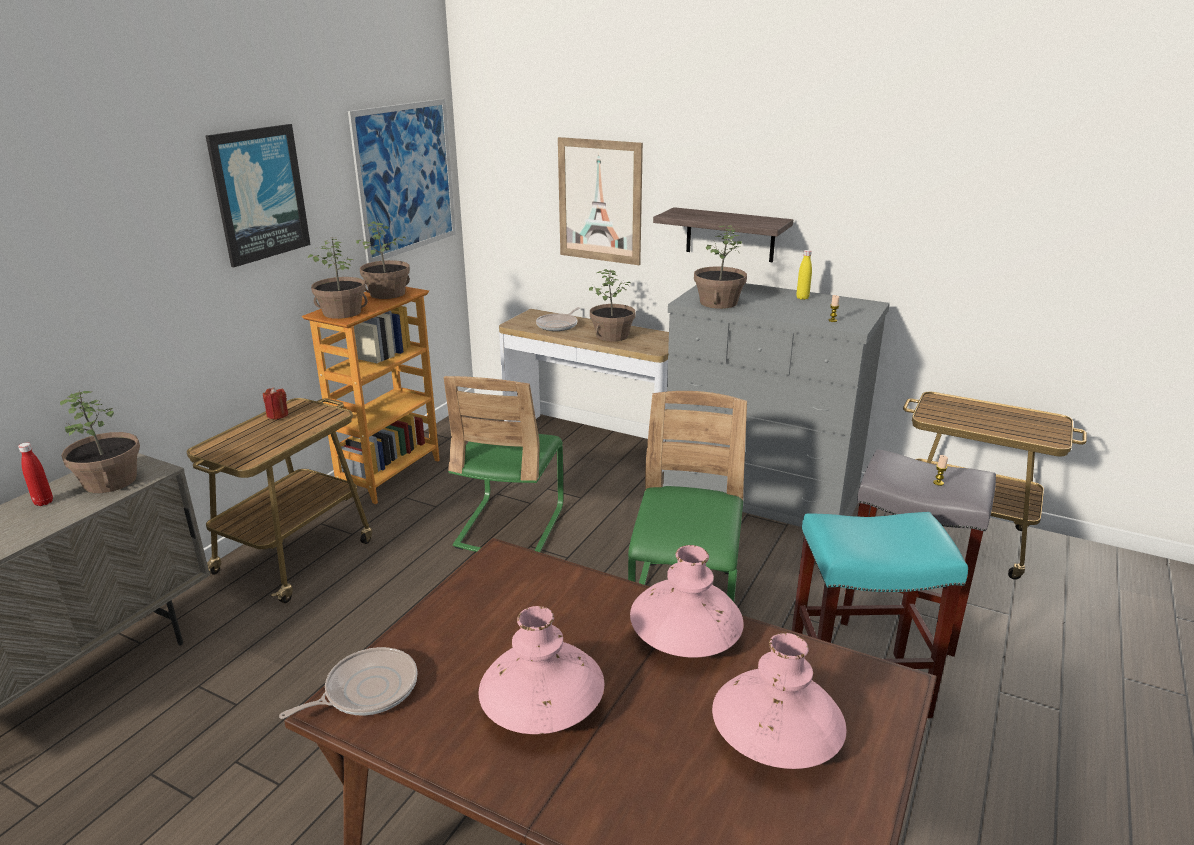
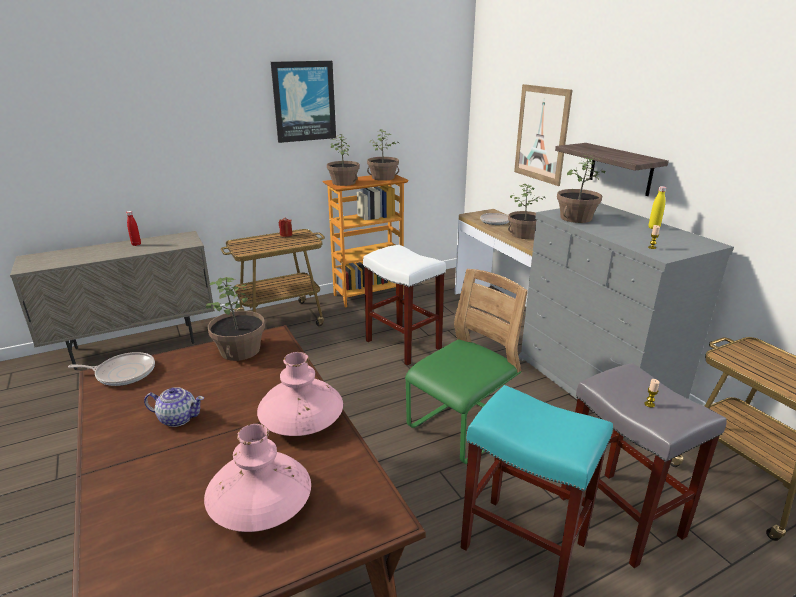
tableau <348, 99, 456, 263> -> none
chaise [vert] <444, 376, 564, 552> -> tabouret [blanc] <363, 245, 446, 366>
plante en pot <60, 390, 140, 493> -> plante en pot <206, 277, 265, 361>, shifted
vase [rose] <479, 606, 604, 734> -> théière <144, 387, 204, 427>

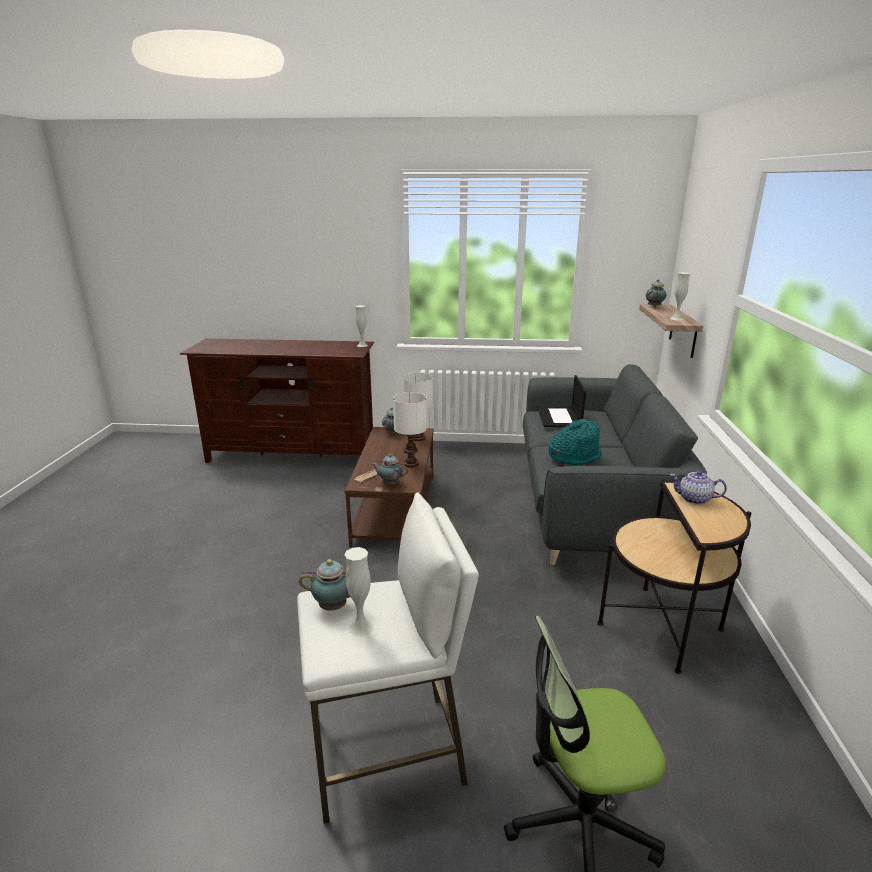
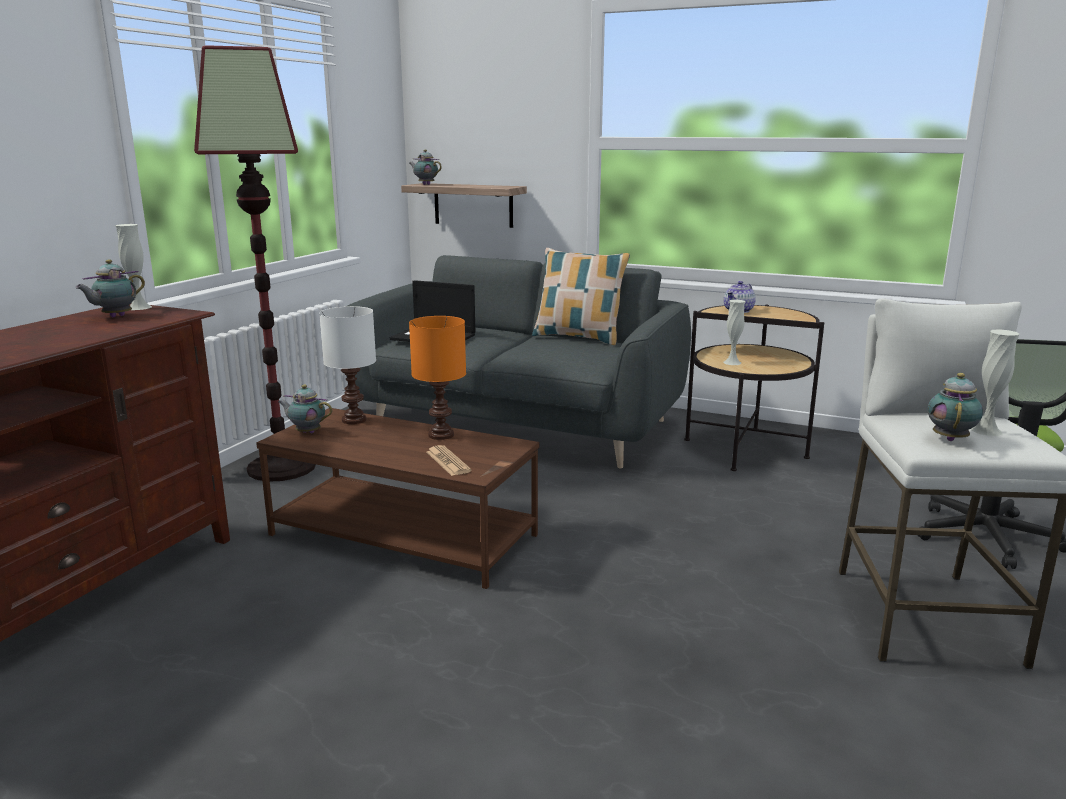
vase [blanc] <670, 272, 690, 321> -> vase [blanc] <723, 300, 746, 365>, shifted
lampe de table [blanc] <393, 392, 427, 468> -> lampe de table [orange] <409, 316, 466, 440>
chapeau [turquoise] <549, 419, 602, 465> -> none
théière <372, 454, 409, 485> -> théière <75, 259, 145, 317>, shifted
none -> lampadaire <194, 45, 316, 481>
none -> coussin <532, 248, 630, 345>

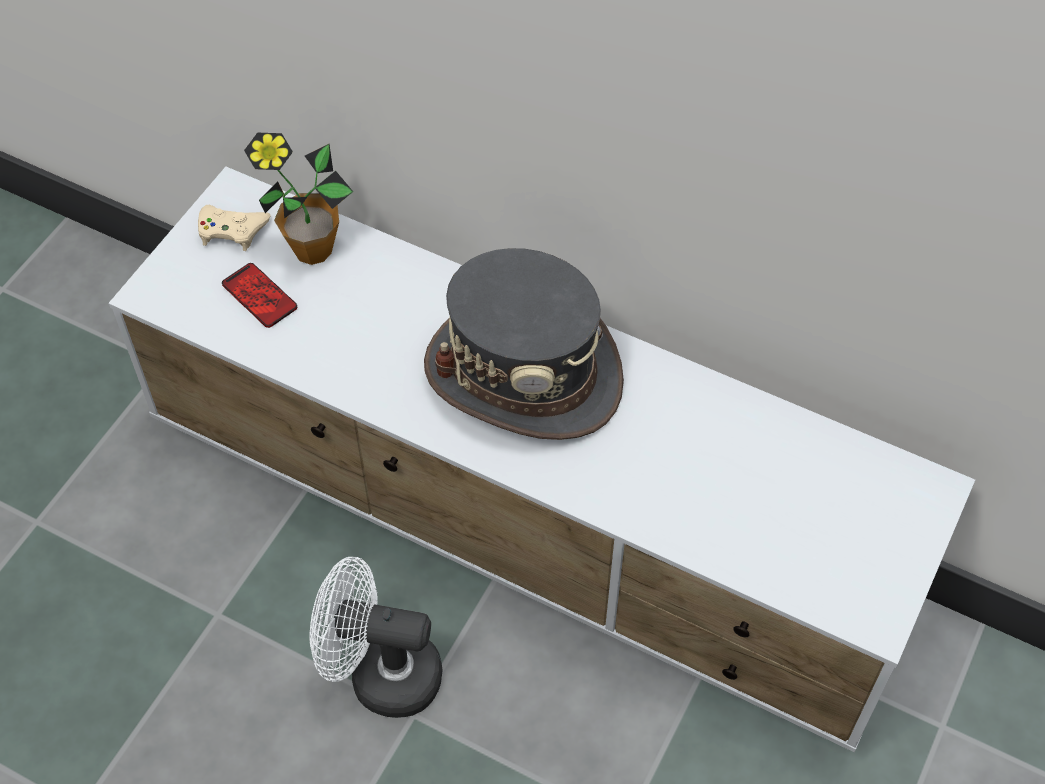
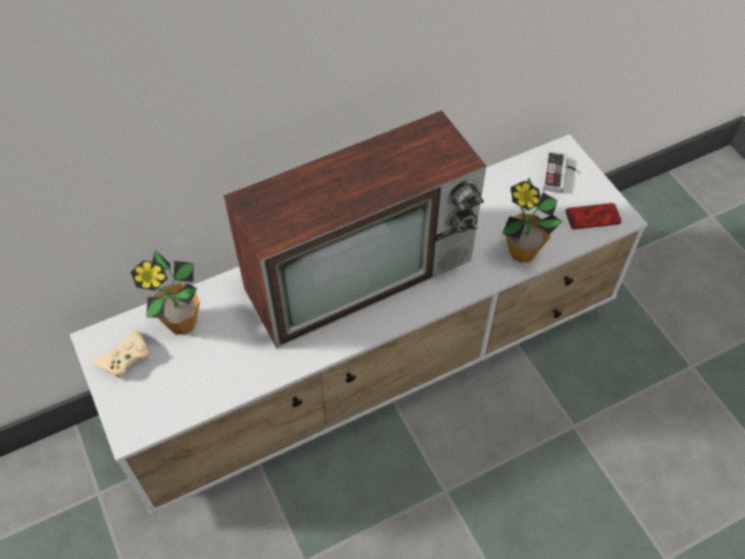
chapeau [gris] <424, 248, 624, 440> -> téléviseur <224, 110, 486, 348>
téléphone <222, 263, 297, 328> -> téléphone <565, 203, 621, 230>, shifted
ventilateur [blanc] <309, 557, 443, 718> -> none
none -> manette <543, 152, 576, 193>
none -> plante en pot <502, 178, 562, 263>

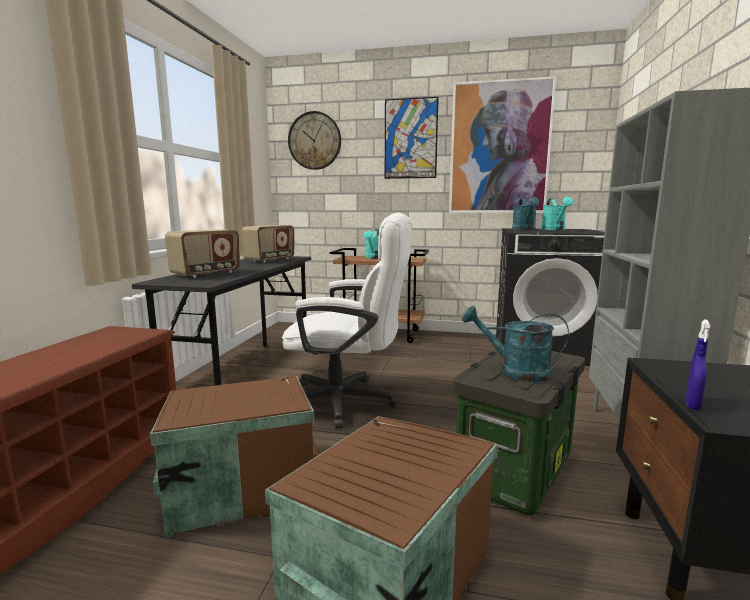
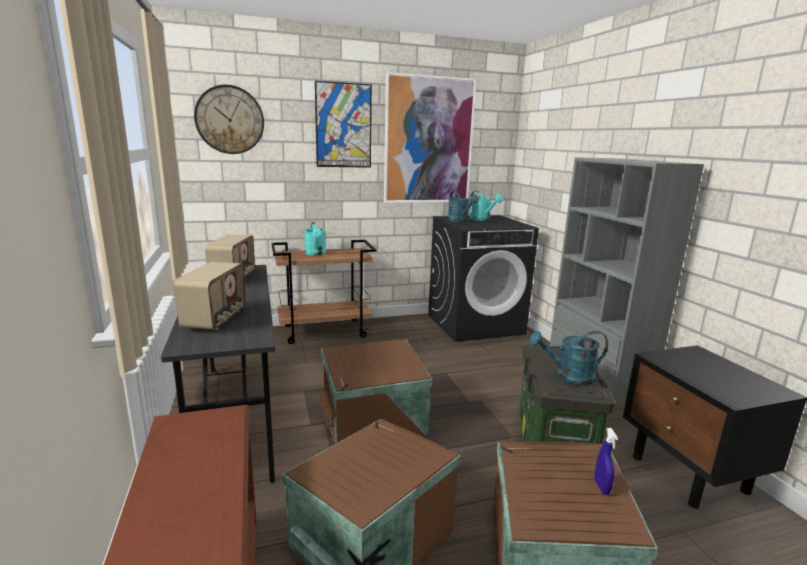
chaise de bureau [blanc] <282, 212, 412, 429> -> boîte de rangement [marron] <320, 339, 432, 444>
vaporisateur [bleu] <685, 320, 710, 410> -> vaporisateur [bleu] <594, 428, 618, 495>, shifted

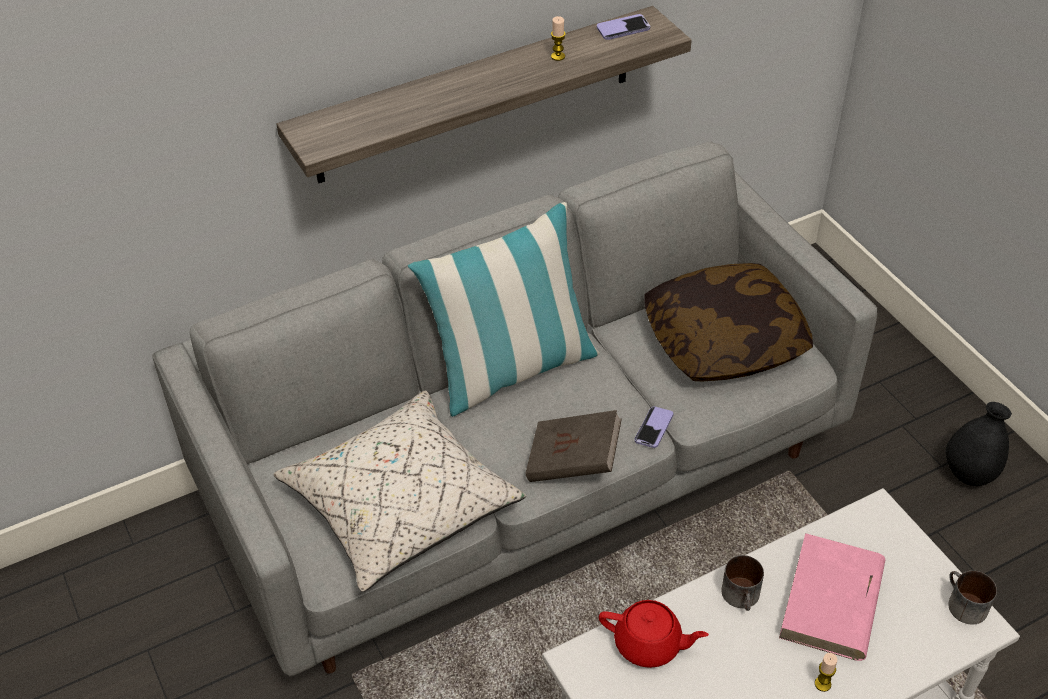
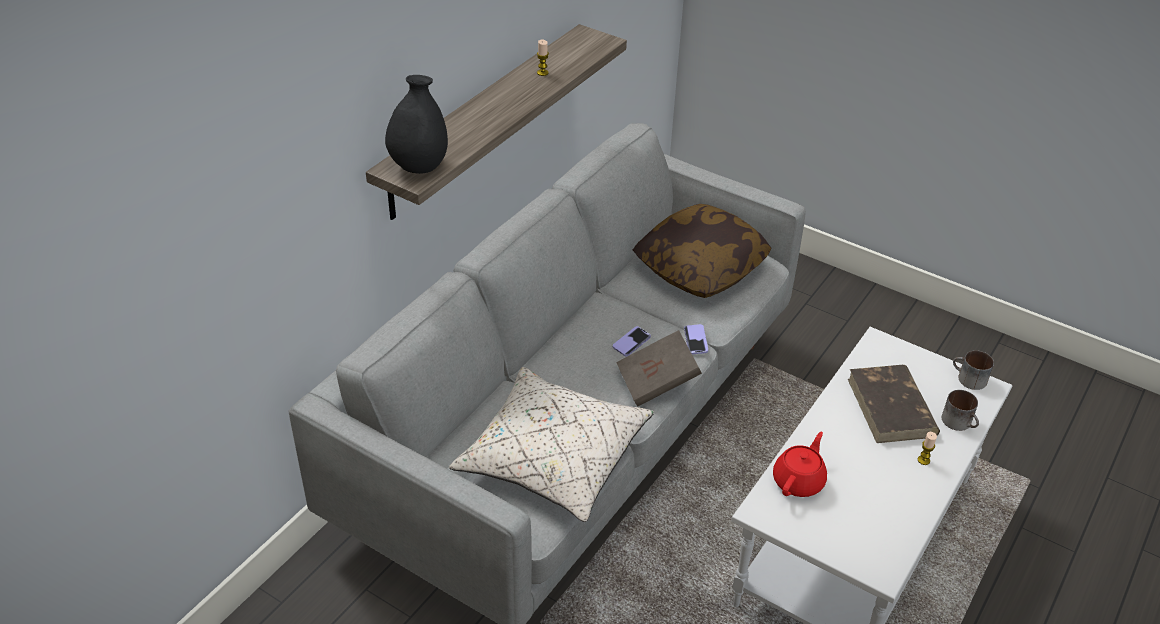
téléphone <597, 14, 650, 40> -> téléphone <613, 326, 651, 356>, shifted
coussin <408, 202, 600, 417> -> none
vase [noir] <946, 402, 1012, 486> -> vase [noir] <385, 75, 448, 174>, shifted
livre [rose] <779, 533, 885, 661> -> livre [marron] <848, 365, 940, 443>
mug <721, 555, 764, 611> -> mug <942, 390, 979, 431>, shifted
théière [rouge] <599, 600, 709, 668> -> théière [rouge] <773, 432, 827, 497>, 45 degrees counterclockwise

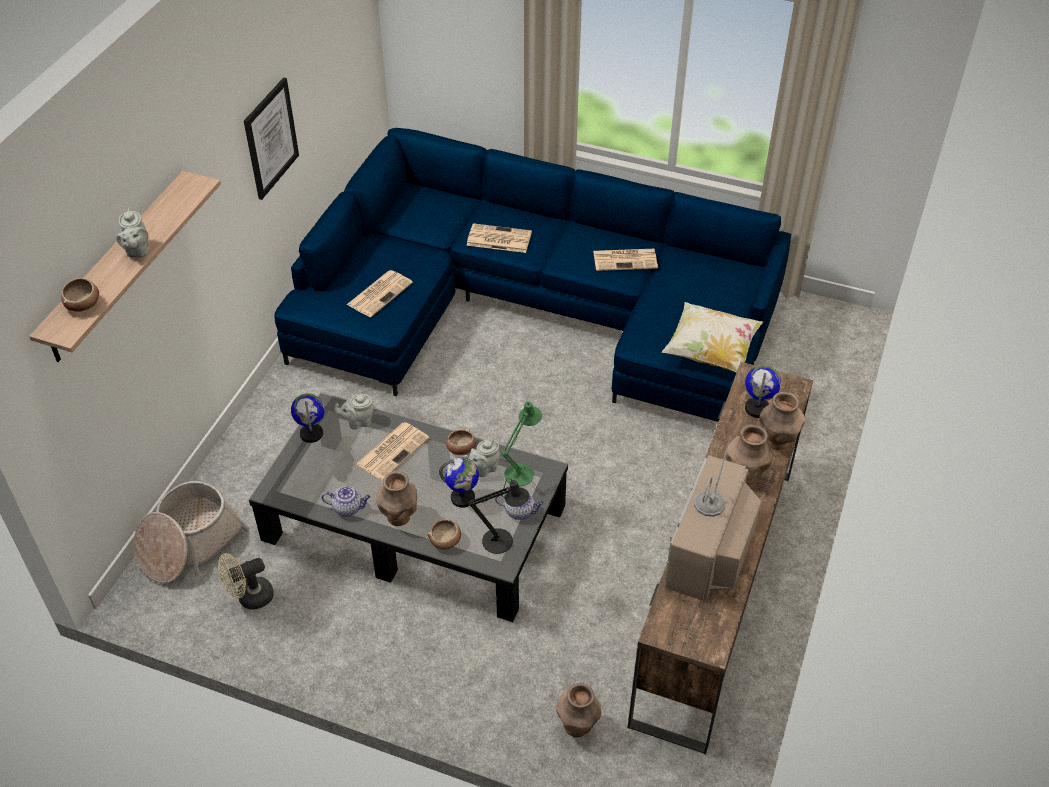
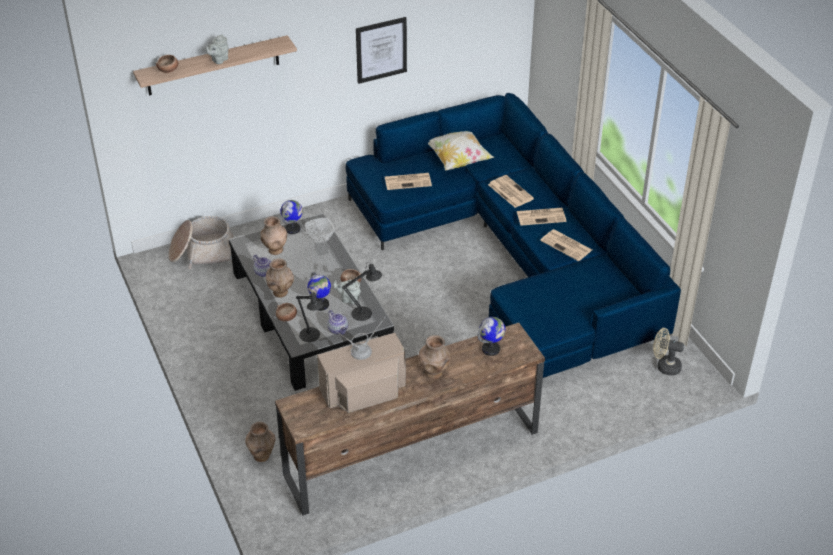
coussin <661, 302, 763, 373> -> coussin <428, 131, 494, 170>, shifted
vase [marron] <759, 392, 805, 450> -> vase [marron] <260, 216, 287, 255>, shifted
théière [gris] <334, 394, 374, 429> -> bol <305, 218, 334, 243>
lampe de table [vert] <502, 401, 542, 486> -> lampe de table [noir] <342, 262, 382, 321>
journal <356, 422, 429, 481> -> journal <517, 208, 566, 226>, shifted
ventilateur [beige] <218, 553, 274, 609> -> ventilateur [beige] <653, 328, 684, 376>, shifted

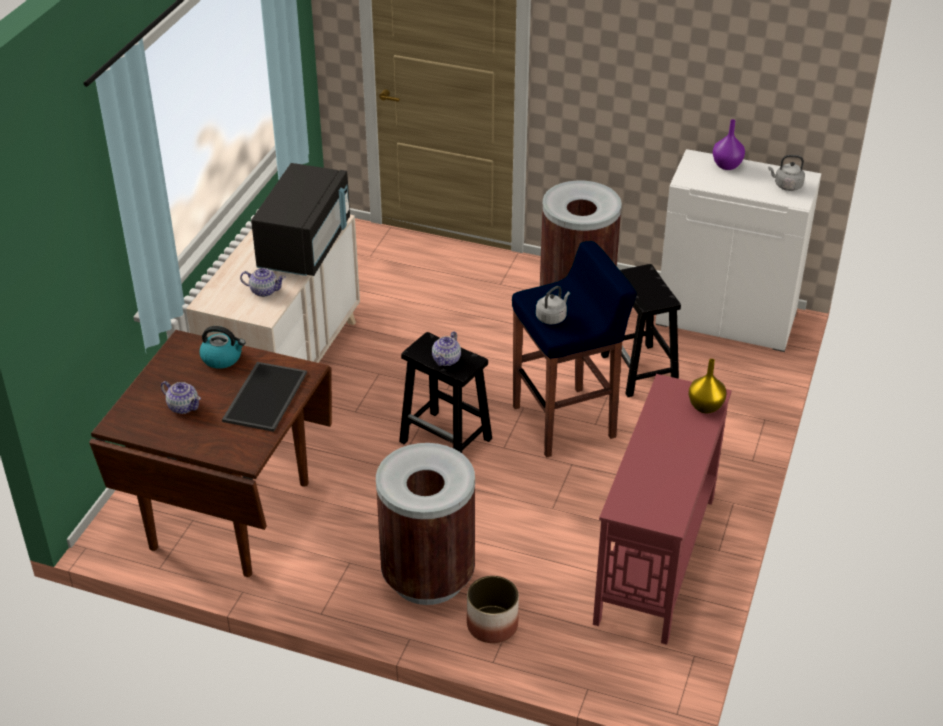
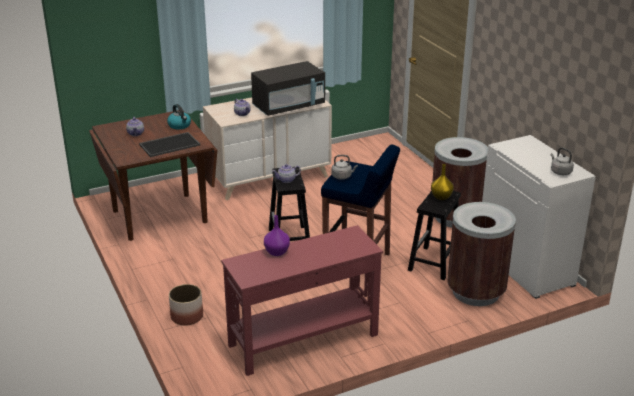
vase [violet] <713, 119, 745, 170> -> vase [violet] <264, 215, 290, 256>, shifted
vase [jaune] <688, 359, 726, 414> -> vase [jaune] <431, 164, 454, 200>, shifted
poubelle [marron] <376, 443, 475, 605> -> poubelle [marron] <447, 202, 516, 306>, shifted

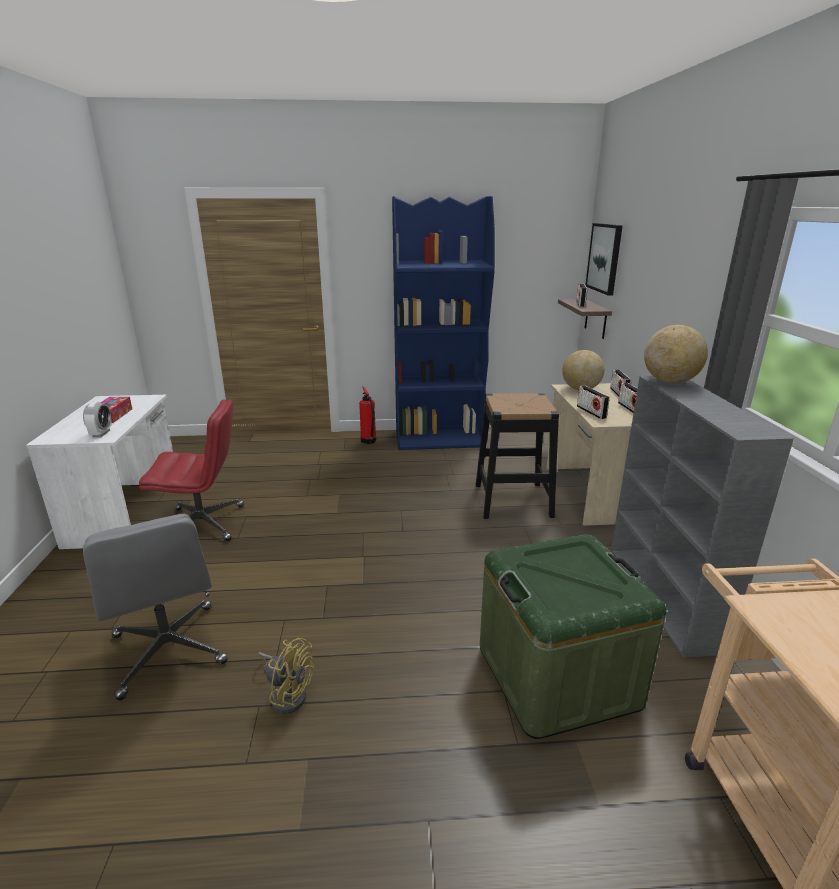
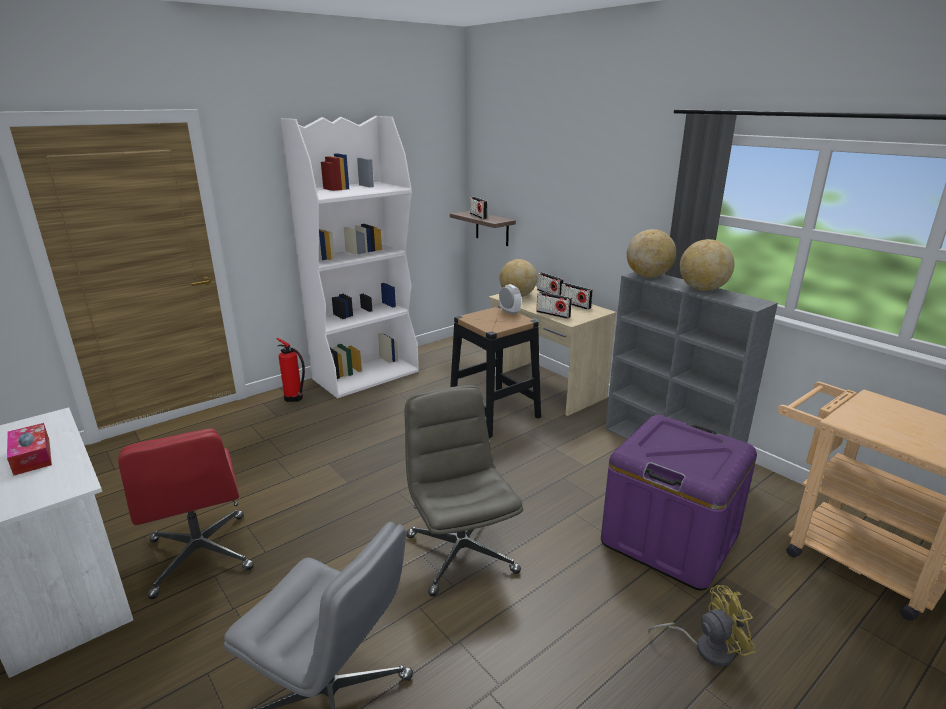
bibliothèque [bleu] <392, 196, 495, 450> -> bibliothèque [blanc] <281, 116, 419, 399>
tableau <586, 223, 623, 296> -> none
chaise de bureau [rouge] <139, 399, 244, 541> -> chaise de bureau [rouge] <118, 429, 253, 599>, 105 degrees clockwise
réveil <83, 402, 112, 437> -> réveil <499, 284, 521, 314>, shifted
boîte de rangement [vert] <480, 534, 666, 739> -> boîte de rangement [violet] <601, 415, 757, 591>
ventilateur [jaune] <258, 638, 314, 714> -> ventilateur [jaune] <648, 585, 756, 667>, shifted
none -> globe <680, 239, 734, 291>
none -> chaise de bureau [gris] <405, 385, 523, 597>

